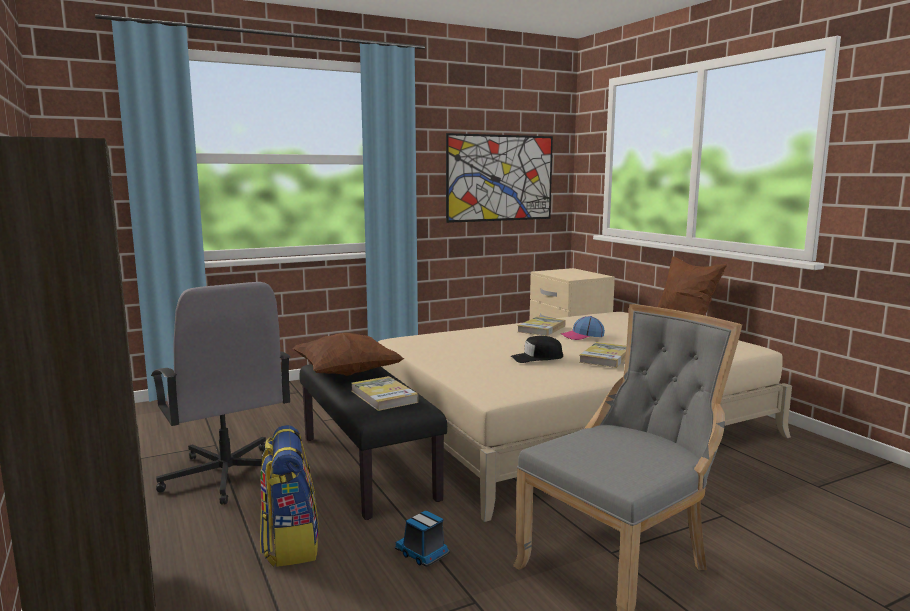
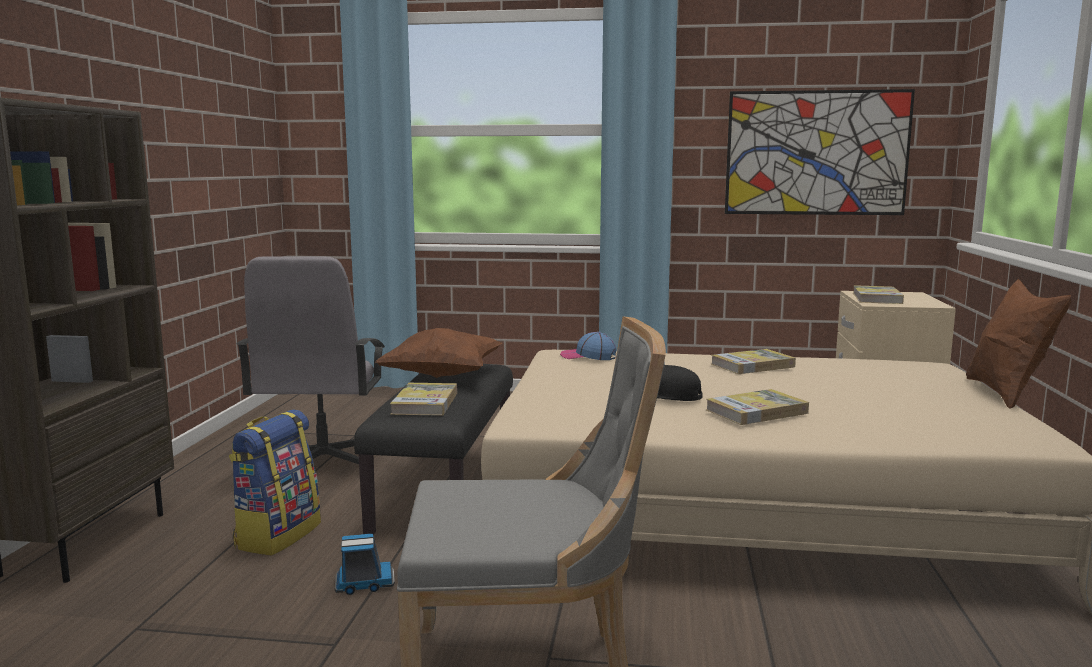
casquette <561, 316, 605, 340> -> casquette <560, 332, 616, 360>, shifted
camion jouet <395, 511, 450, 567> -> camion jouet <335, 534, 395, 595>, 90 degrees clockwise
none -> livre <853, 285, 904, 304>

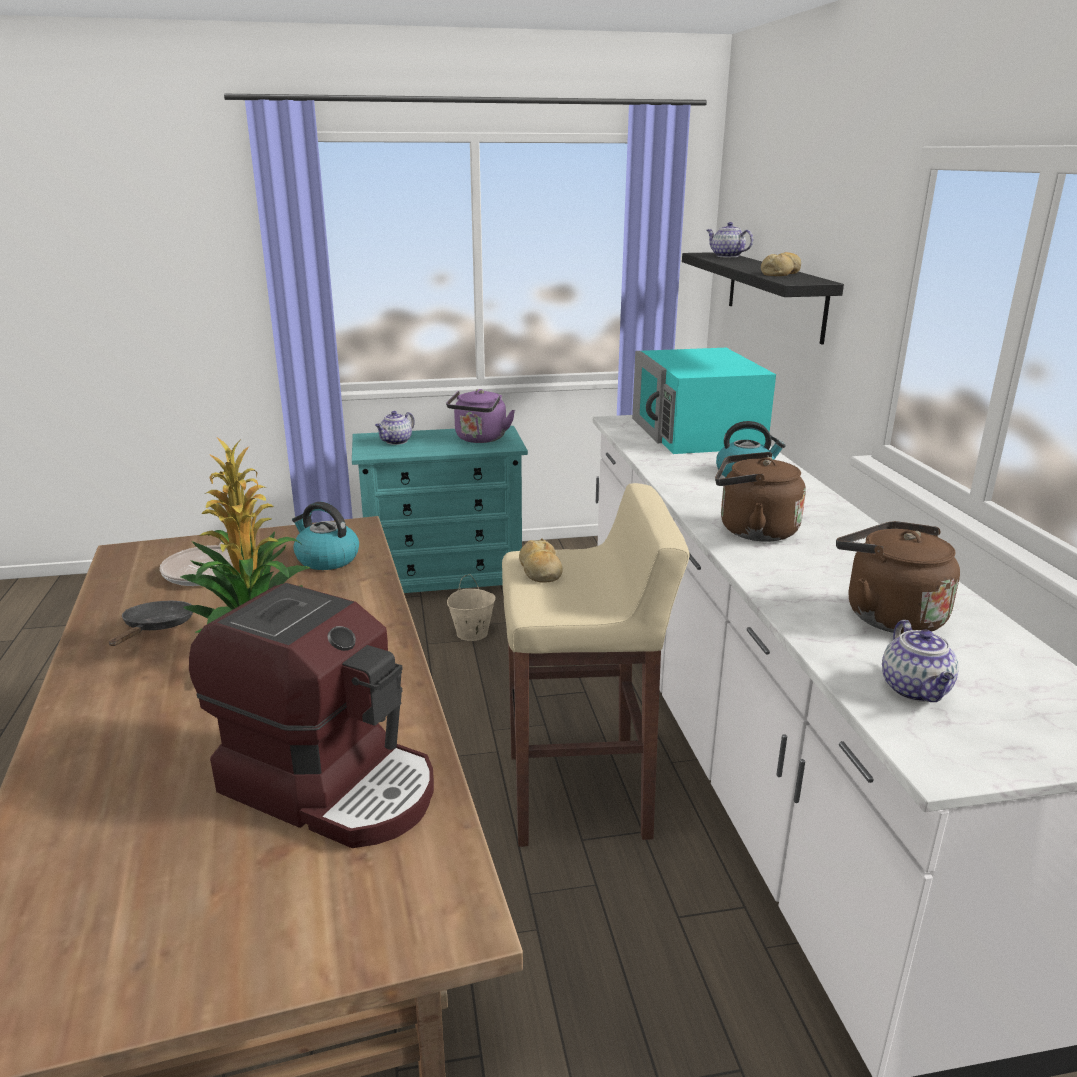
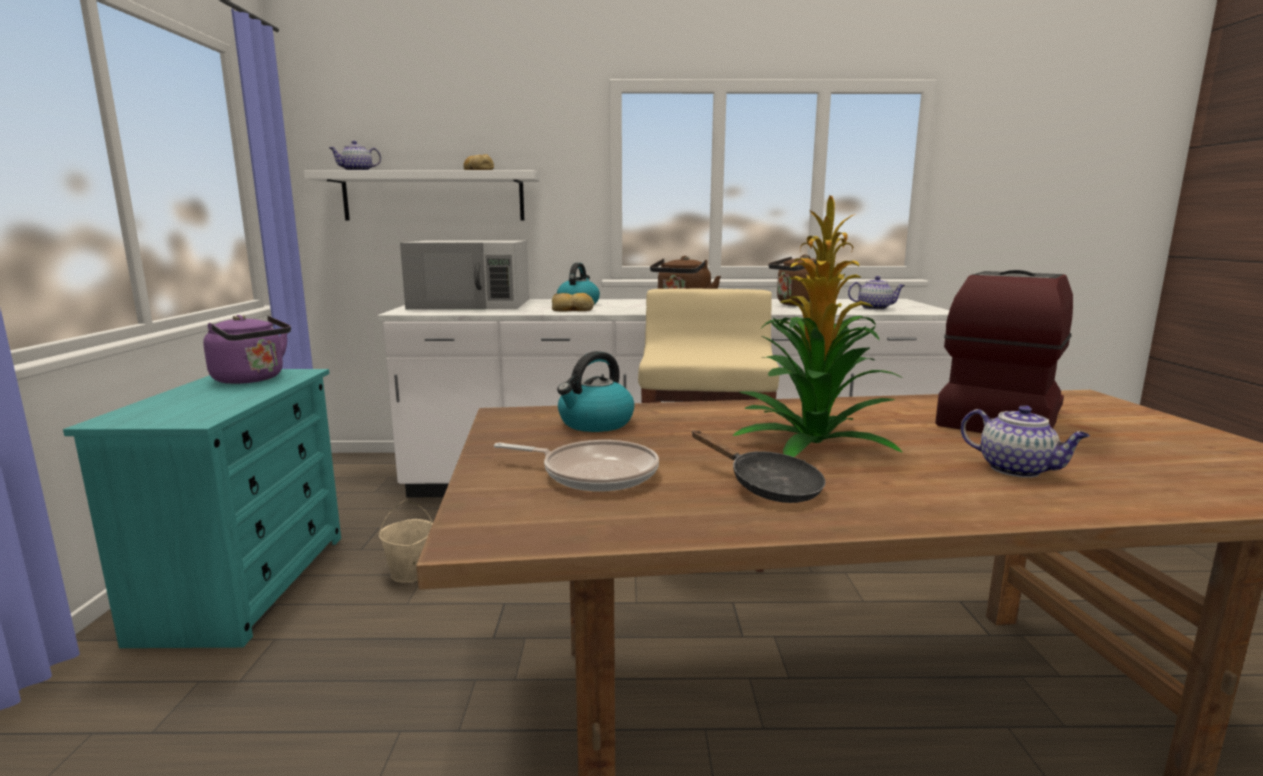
étagère [noir] <682, 252, 844, 345> -> étagère [blanc] <303, 170, 540, 220>
micro-ondes [turquoise] <632, 348, 776, 454> -> micro-ondes [blanc] <400, 240, 529, 310>
théière <375, 411, 415, 445> -> théière <961, 405, 1090, 478>, shifted
pain <519, 538, 563, 583> -> pain <552, 293, 594, 312>, shifted
poêle [noir] <109, 601, 193, 646> -> poêle [noir] <692, 430, 826, 503>, 150 degrees counterclockwise

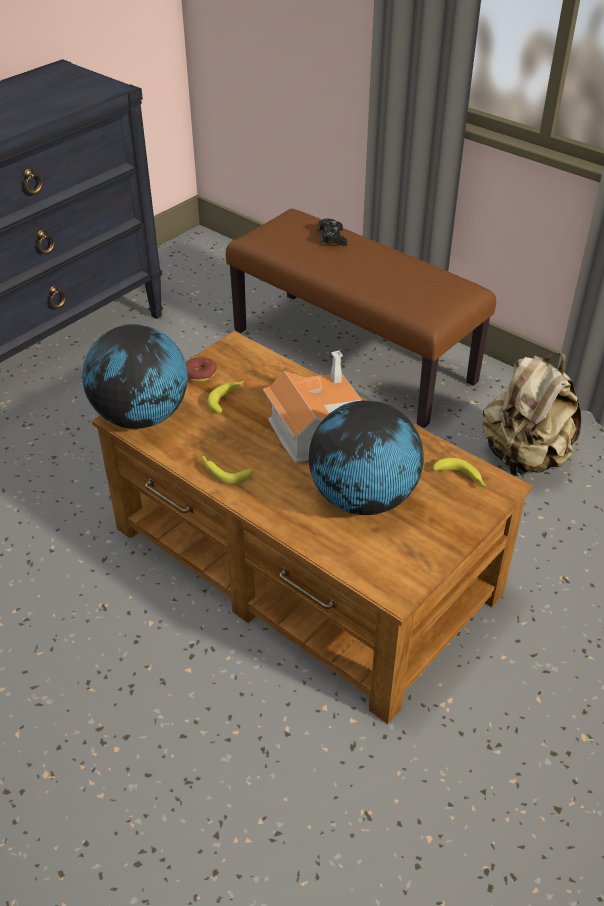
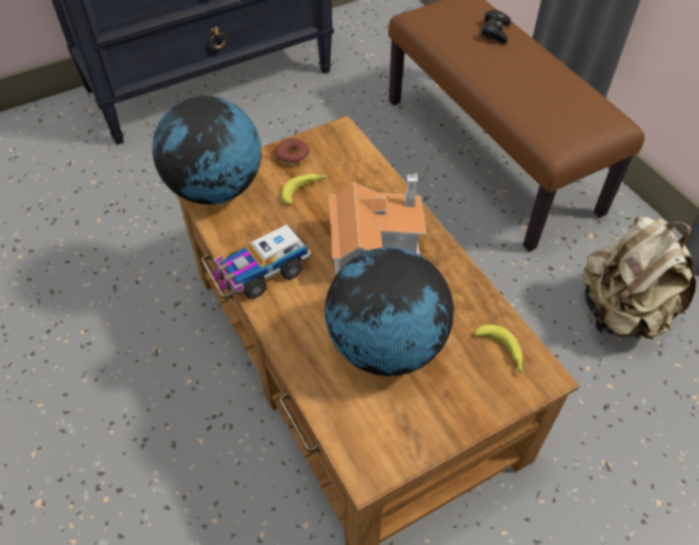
banane <201, 456, 252, 485> -> camion jouet <213, 224, 311, 299>

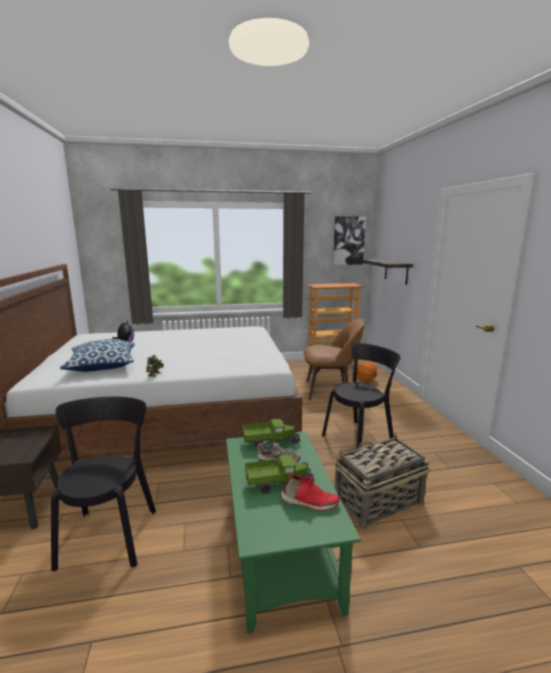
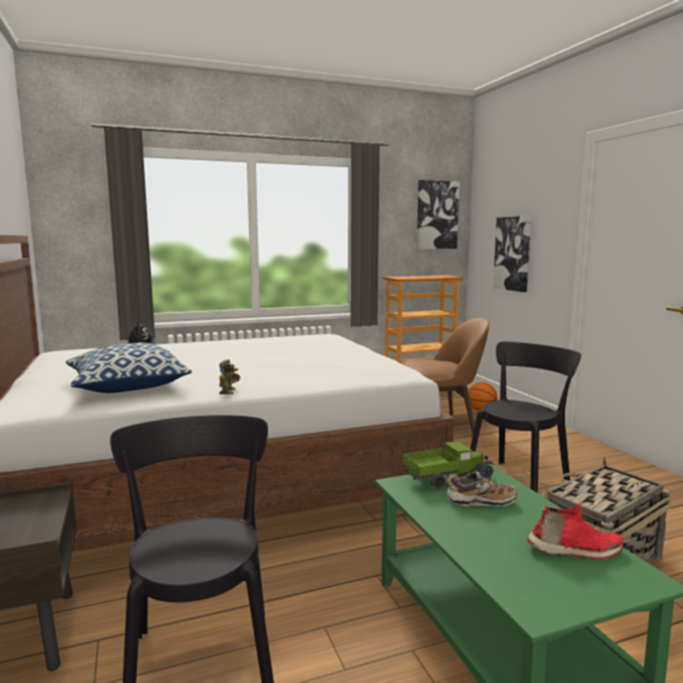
étagère <362, 259, 413, 285> -> tableau <493, 216, 531, 292>
camion jouet <245, 454, 315, 494> -> none

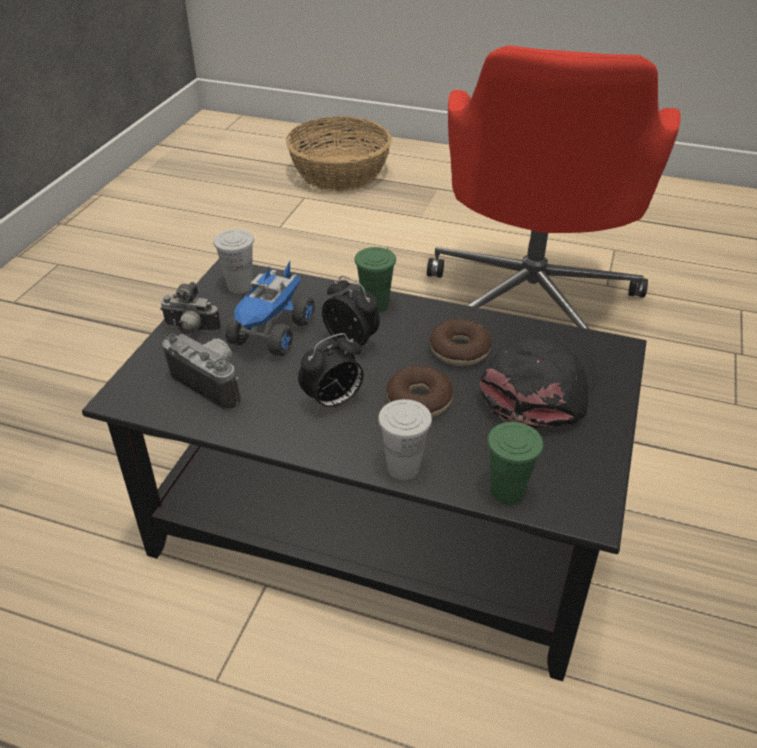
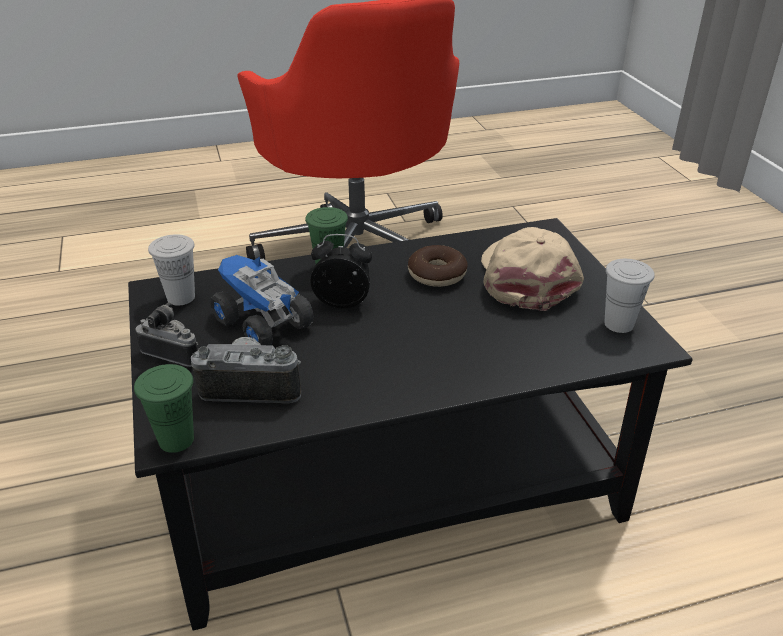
panier <286, 116, 392, 191> -> none
camion jouet <225, 261, 315, 356> -> camion jouet <210, 255, 314, 346>, 150 degrees clockwise
appareil photo <160, 282, 221, 335> -> appareil photo <136, 302, 199, 367>, 135 degrees counterclockwise
réveil <298, 333, 363, 411> -> none
casquette [noir] <480, 337, 598, 429> -> casquette [beige] <481, 227, 584, 311>
beignet <386, 366, 453, 417> -> none
tasse [blanc] <378, 399, 432, 480> -> tasse [blanc] <604, 259, 655, 333>, shifted
tasse [vert] <488, 422, 543, 505> -> tasse [vert] <134, 364, 194, 453>, shifted

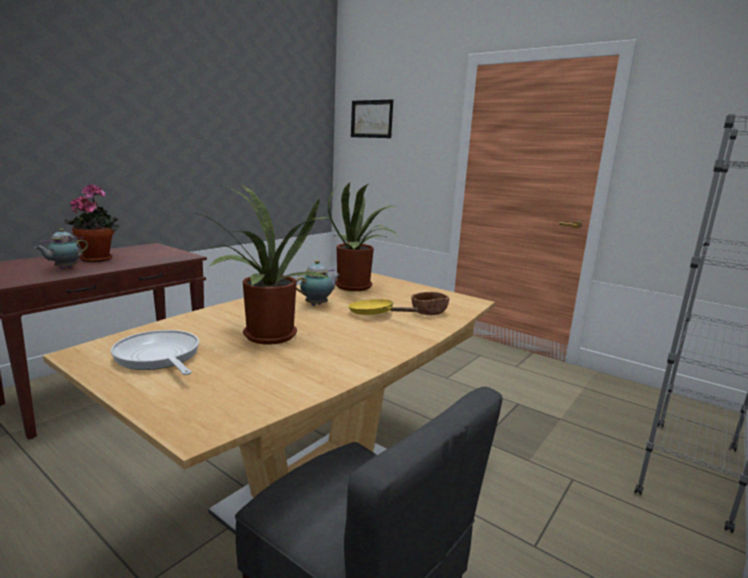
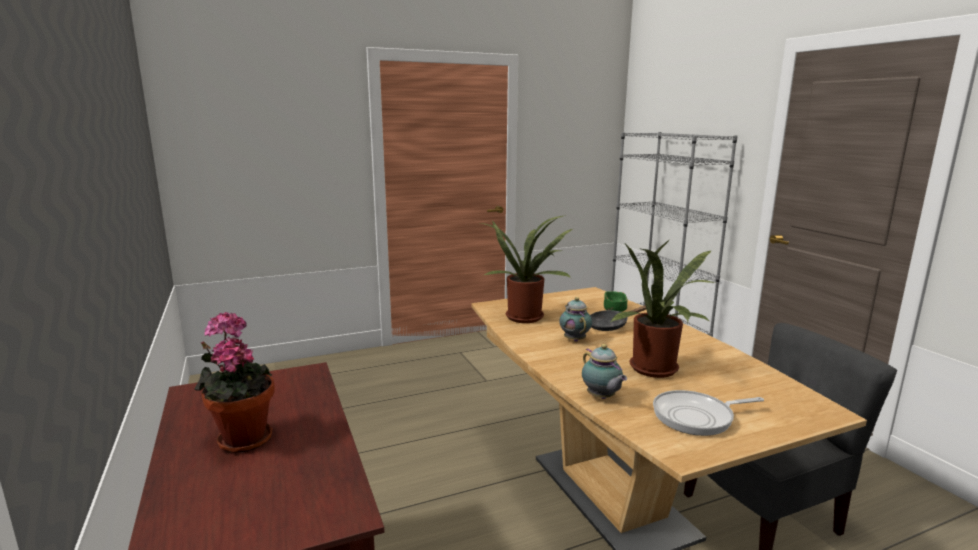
tableau <351, 99, 393, 138> -> none
théière <35, 229, 88, 269> -> théière <582, 344, 627, 399>, shifted
bol [marron] <411, 292, 449, 315> -> bol [vert] <604, 291, 627, 312>
poêle [jaune] <348, 299, 419, 315> -> poêle [noir] <590, 305, 646, 331>

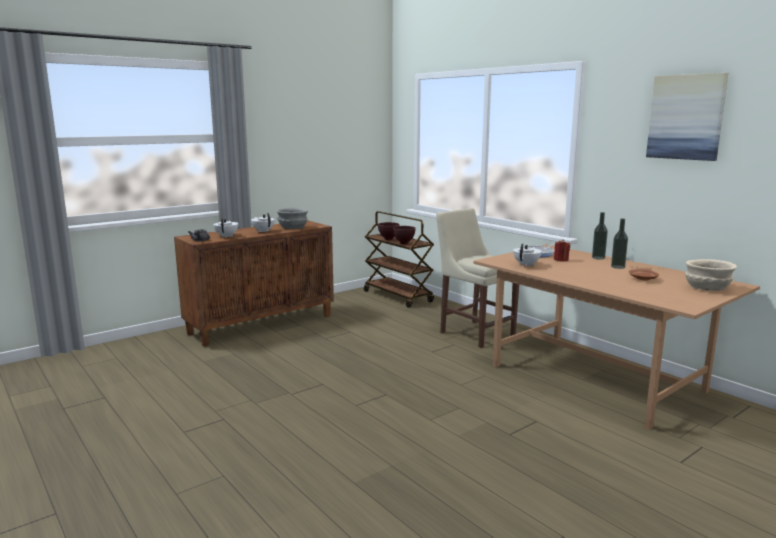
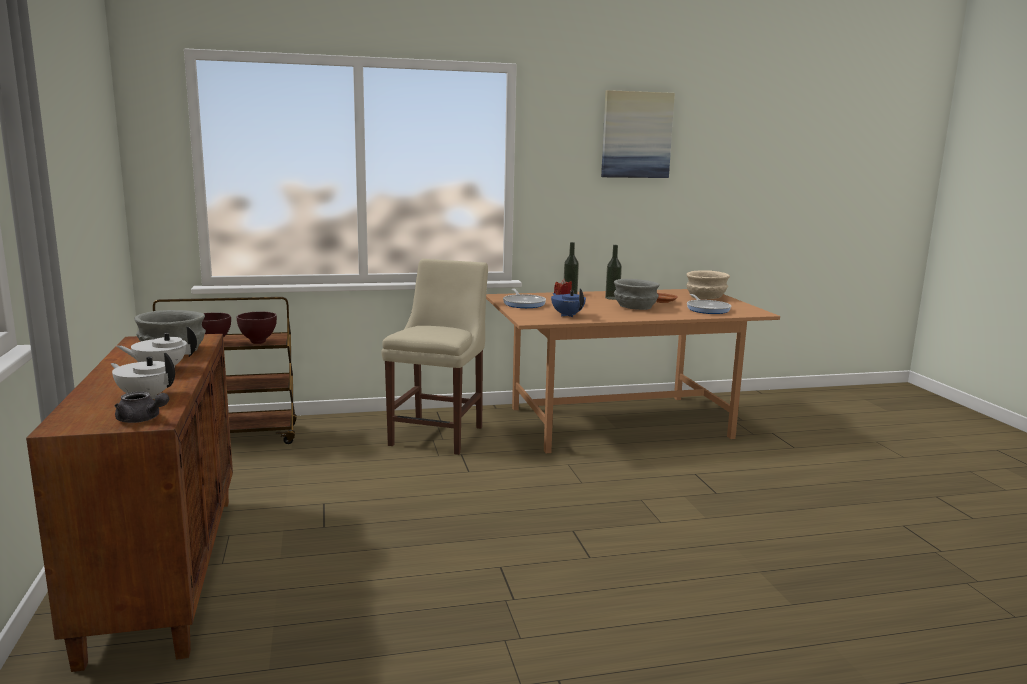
chaise [beige] <436, 208, 519, 348> -> chaise [beige] <381, 259, 488, 455>, 120 degrees clockwise
théière [blanc] <513, 243, 542, 266> -> théière [bleu] <551, 289, 586, 317>
none -> bol [gris] <614, 279, 660, 310>
none -> poêle <687, 294, 731, 314>

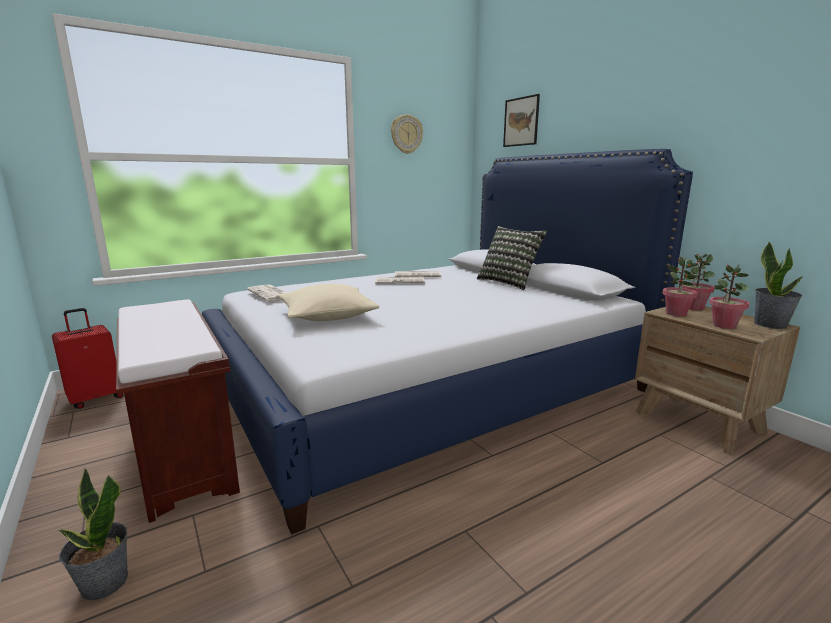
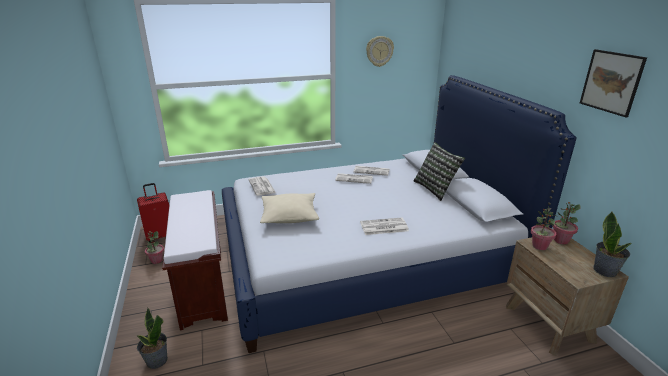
tableau <503, 94, 540, 147> -> tableau <580, 49, 647, 117>, shifted
plante en pot <709, 265, 749, 329> -> plante en pot <145, 231, 164, 264>, shifted
none -> journal <360, 218, 409, 235>

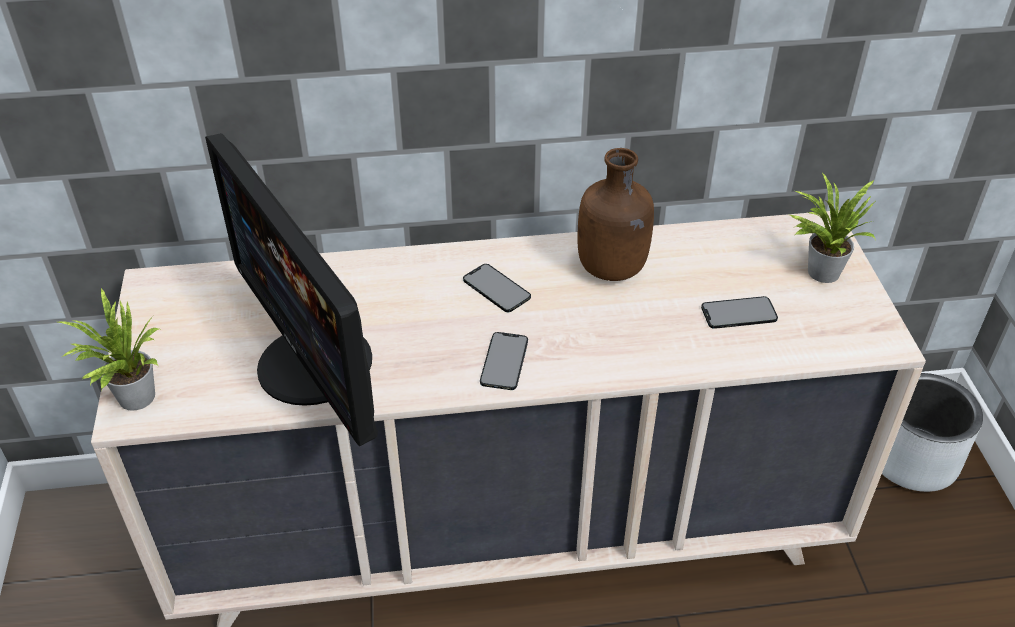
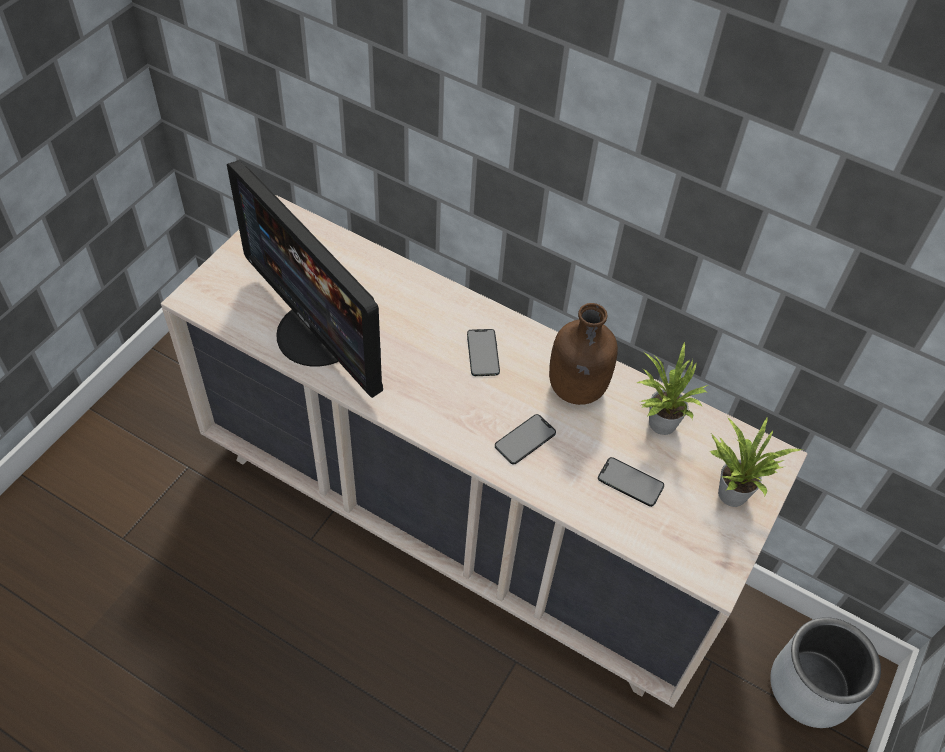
écran d'ordinateur <205, 133, 378, 446> -> écran d'ordinateur <227, 160, 383, 398>, 45 degrees counterclockwise
plante en pot <55, 287, 162, 411> -> plante en pot <637, 341, 708, 435>, shifted
téléphone <480, 332, 528, 390> -> téléphone <495, 414, 556, 464>, shifted

